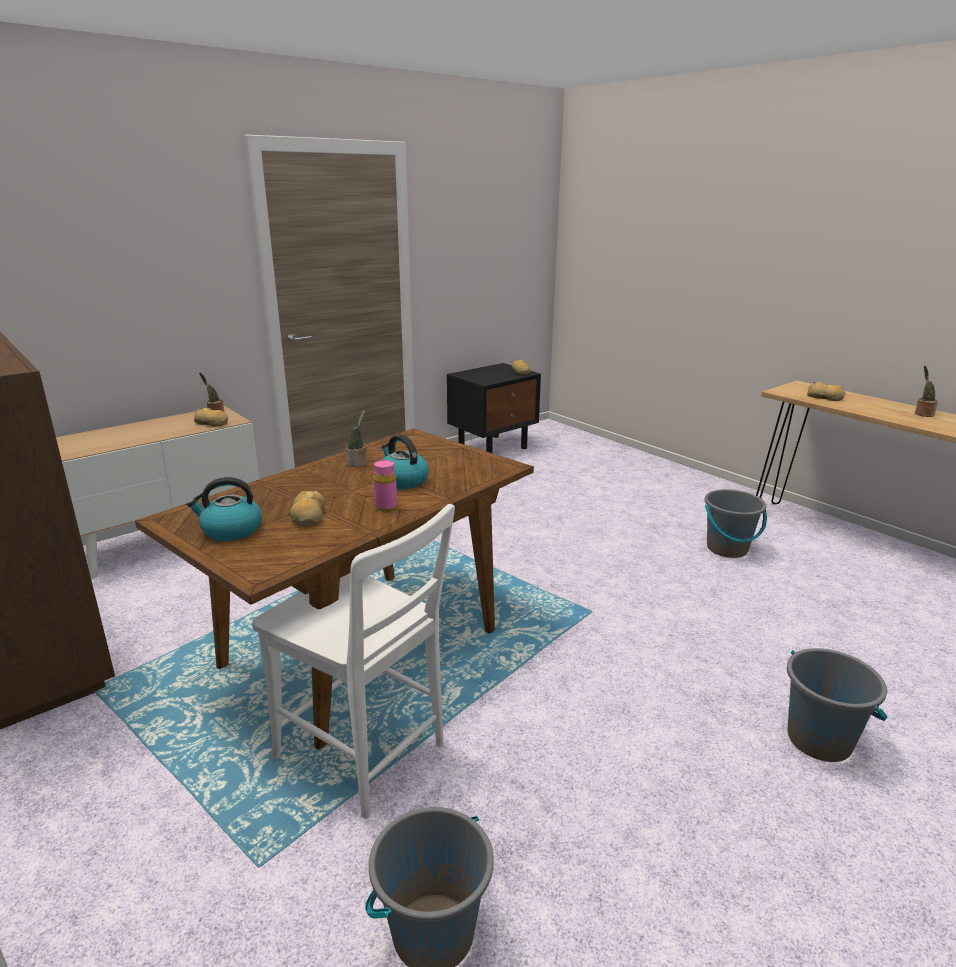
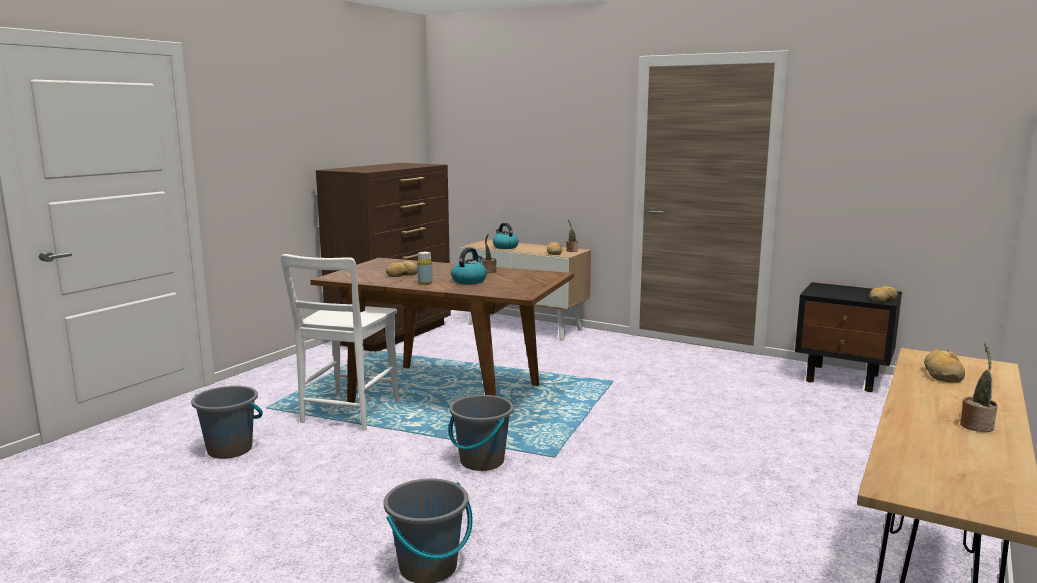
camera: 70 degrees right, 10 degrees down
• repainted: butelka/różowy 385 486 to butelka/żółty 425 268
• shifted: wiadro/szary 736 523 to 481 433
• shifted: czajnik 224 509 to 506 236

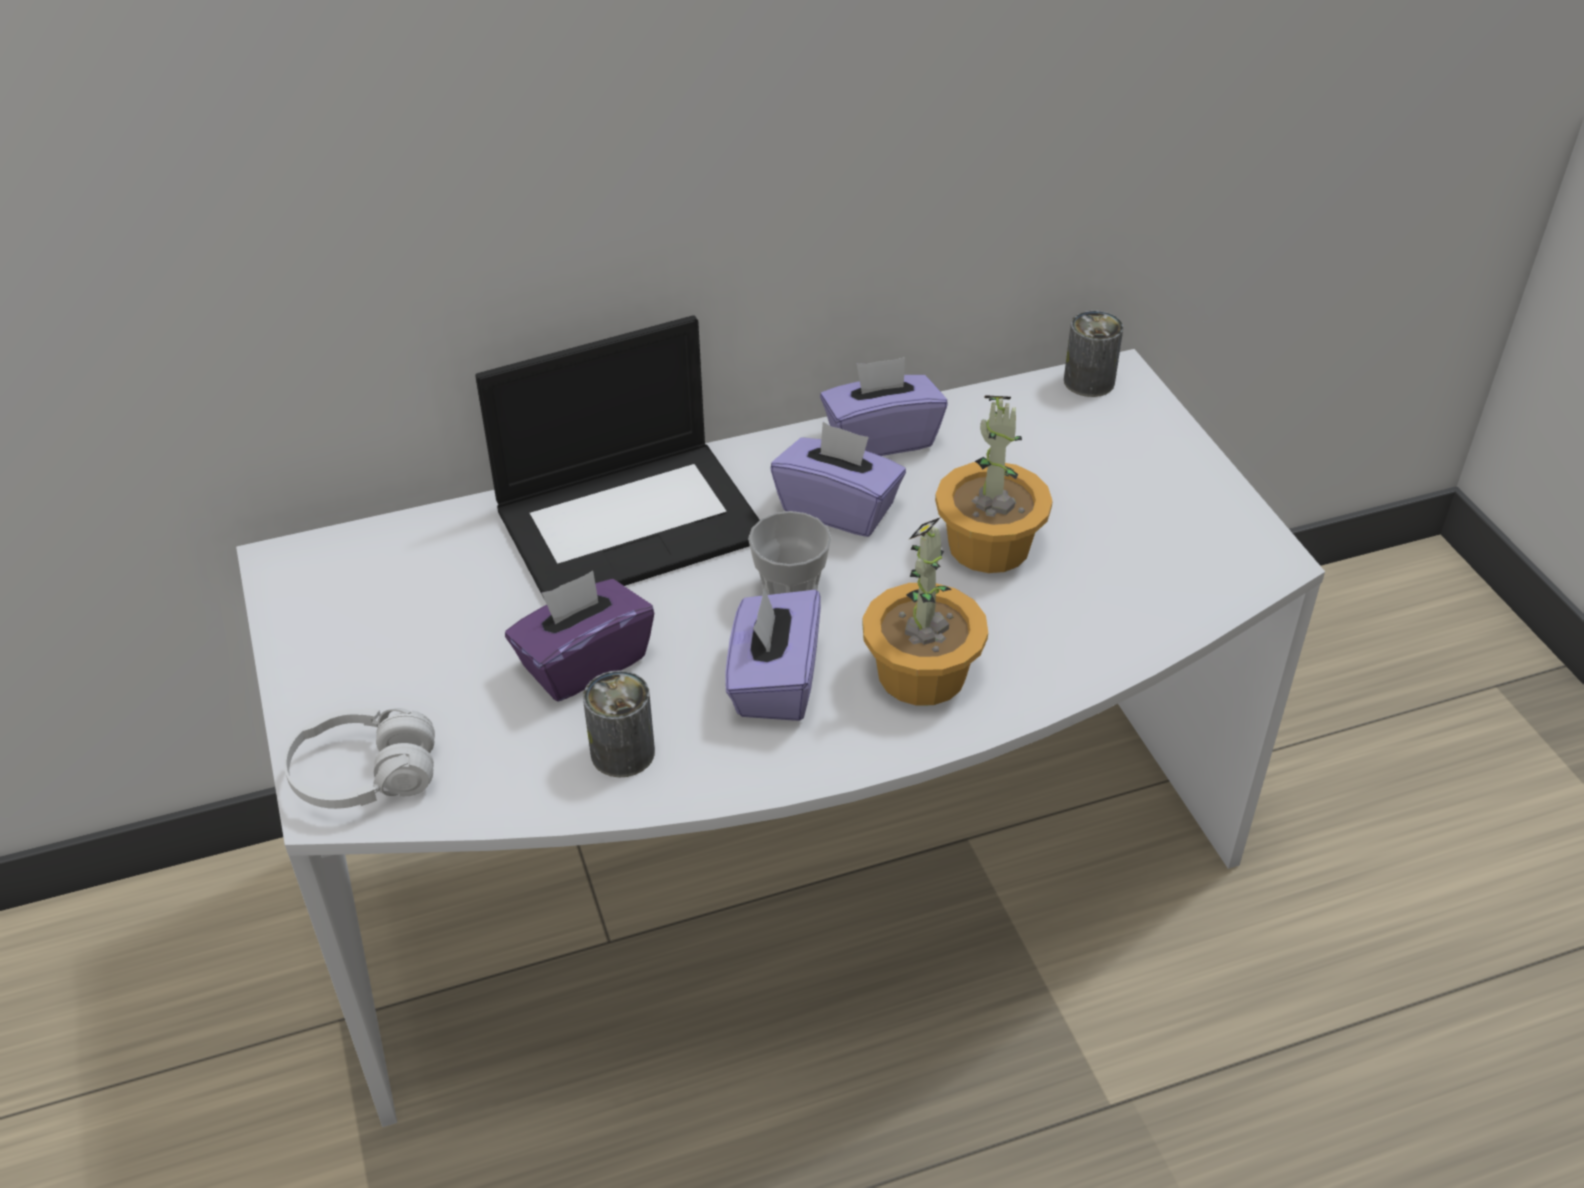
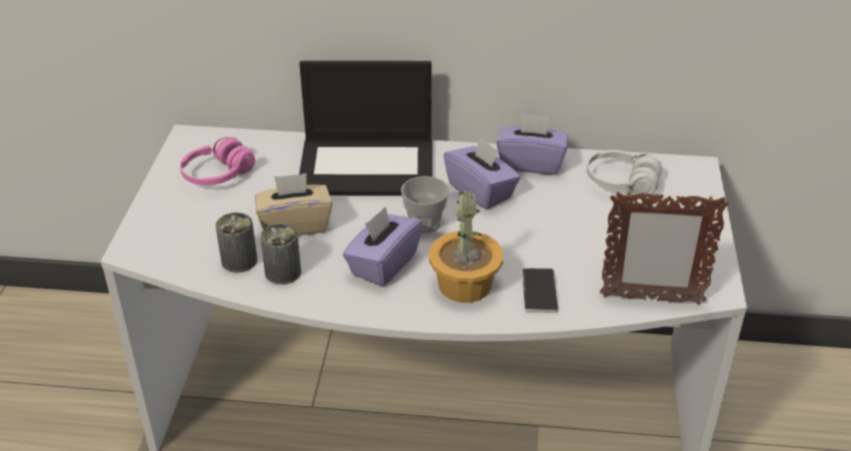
camera: 25 degrees right, 5 degrees down
• new: słuchawki/różowy 217 161
• shifted: puszka 1093 354 to 236 243
• repainted: pudełko chusteczek/fioletowy 579 636 to pudełko chusteczek/beżowy 293 204
• new: telefon 540 290
• shifted: słuchawki/biały 359 758 to 624 172
• new: ramka na zdjęcie 664 247
• gone: roślina doniczkowa 994 484

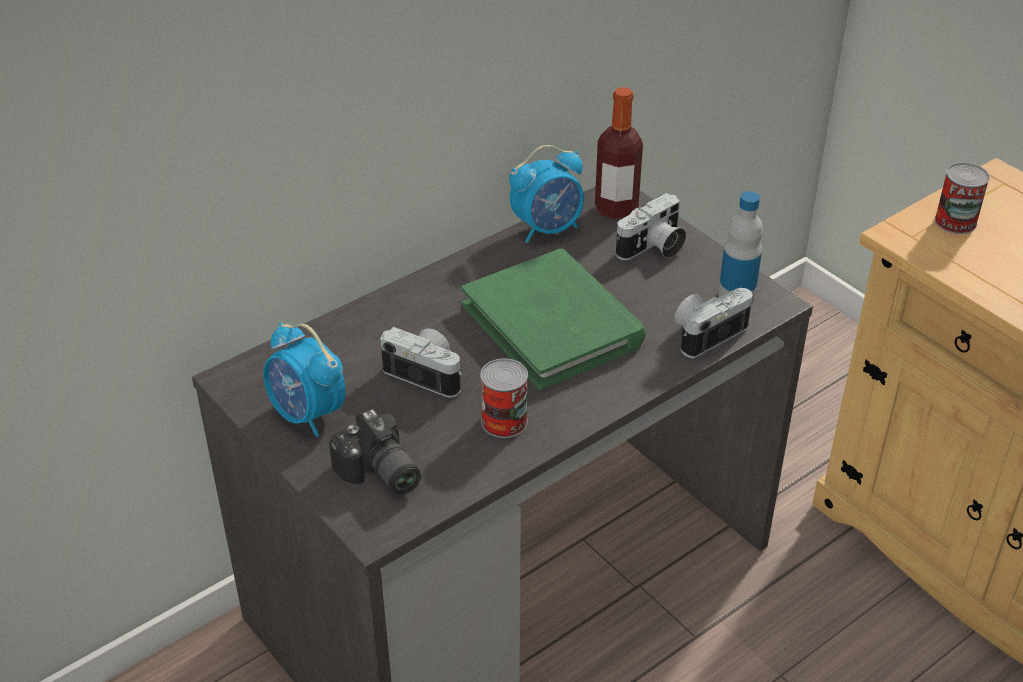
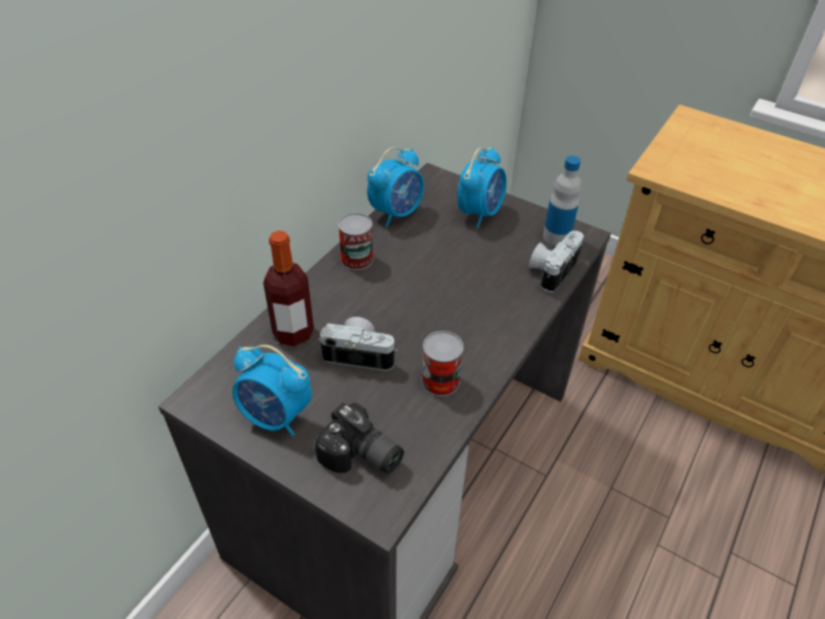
camera: 20 degrees left, 5 degrees up
• shifted: butelka 619 153 to 288 288
• shifted: puszka 962 198 to 355 241
• swapped: aparat fotograficzny 651 226 to budzik 481 187
• gone: książka/zielony 554 319

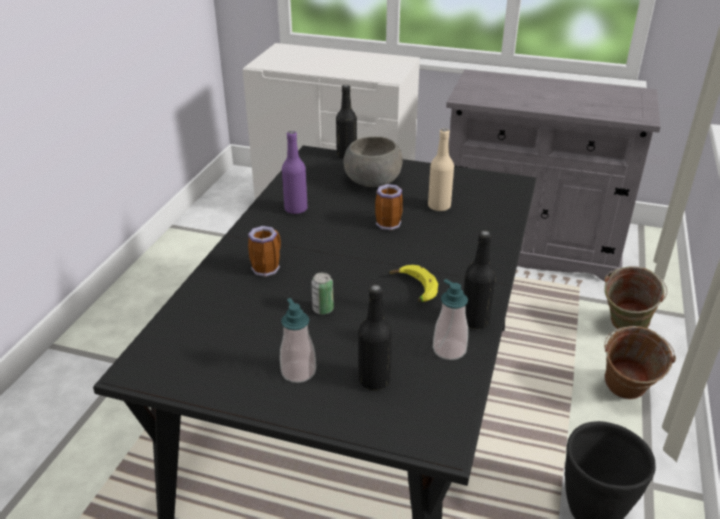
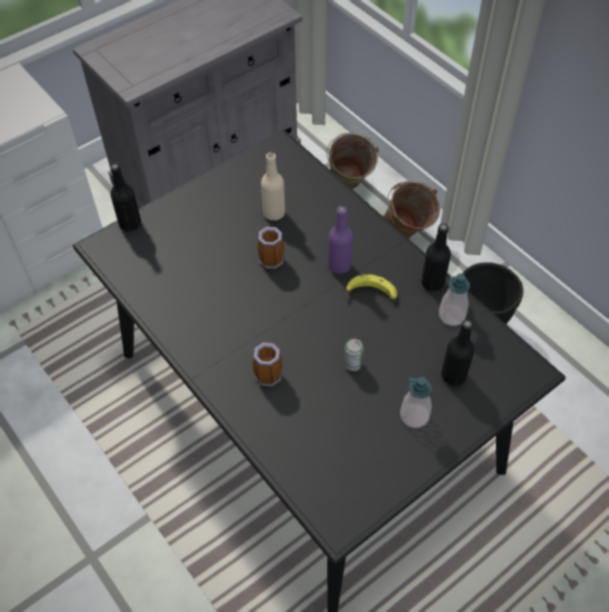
camera: 55 degrees left, 20 degrees up
• shifted: butelka/fioletowy 295 172 to 340 240
• gone: miska/szary 373 161

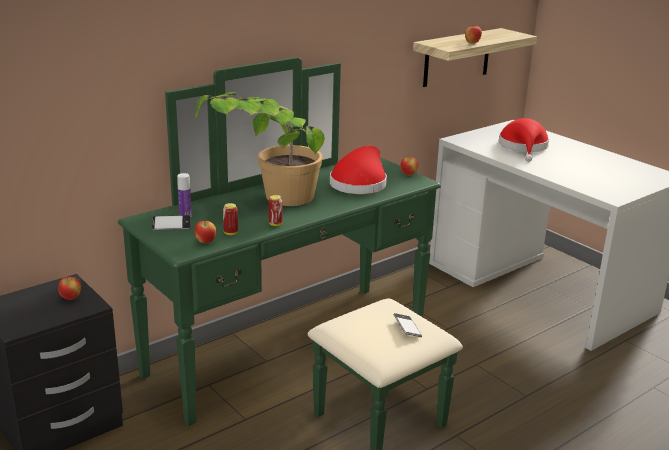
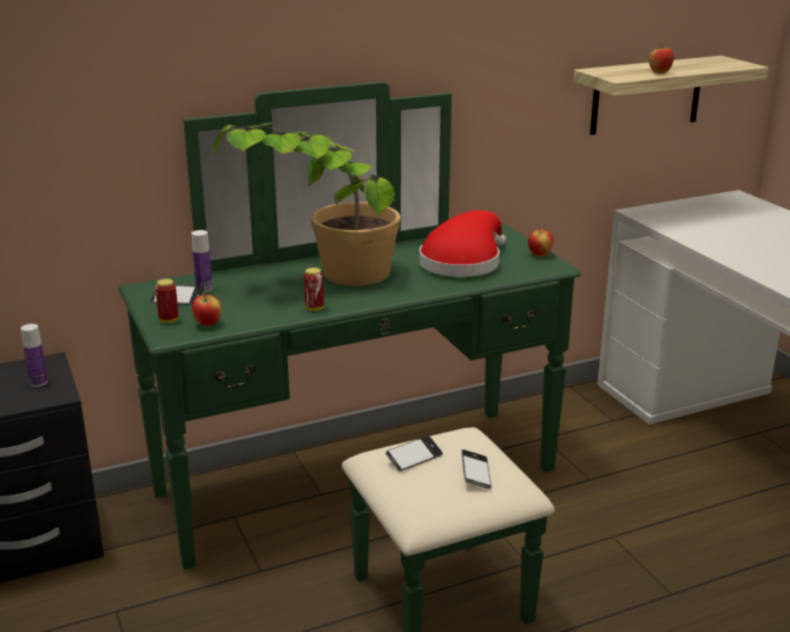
camera: 15 degrees right, 0 degrees up
• swapped: jabłko 69 288 to butelka 34 355
• shifted: puszka 230 219 to 167 301
• new: telefon 414 453
• gone: kapelusz/czerwony 524 140

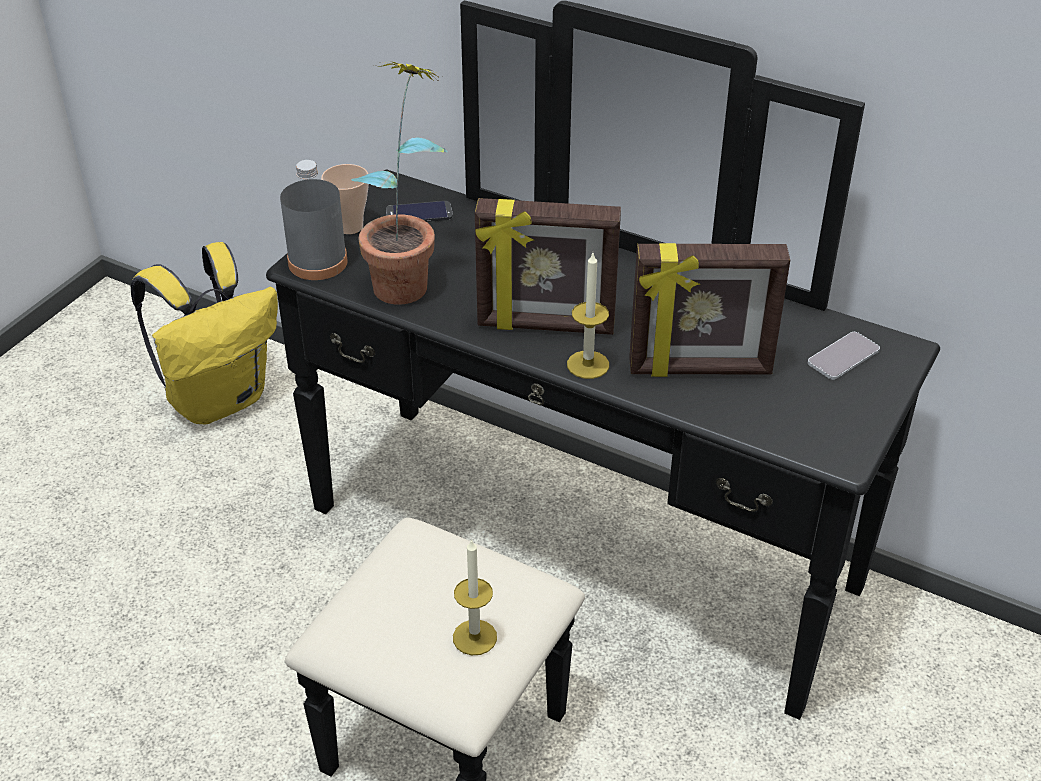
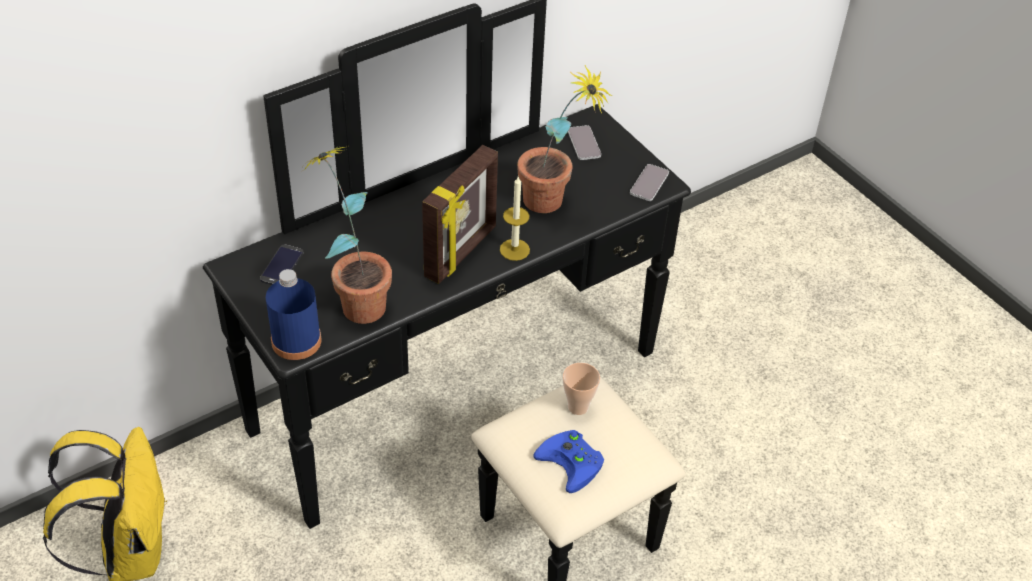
camera: 65 degrees left, 5 degrees up
• repainted: butelka/szary 314 220 to butelka/niebieski 293 314
• swapped: ramka na zdjęcie 709 310 to roślina doniczkowa 564 139
• new: pad do gier/niebieski 568 461
• shifted: filiżanka 345 199 to 581 389
• new: telefon 649 182
• gone: świeca 475 597

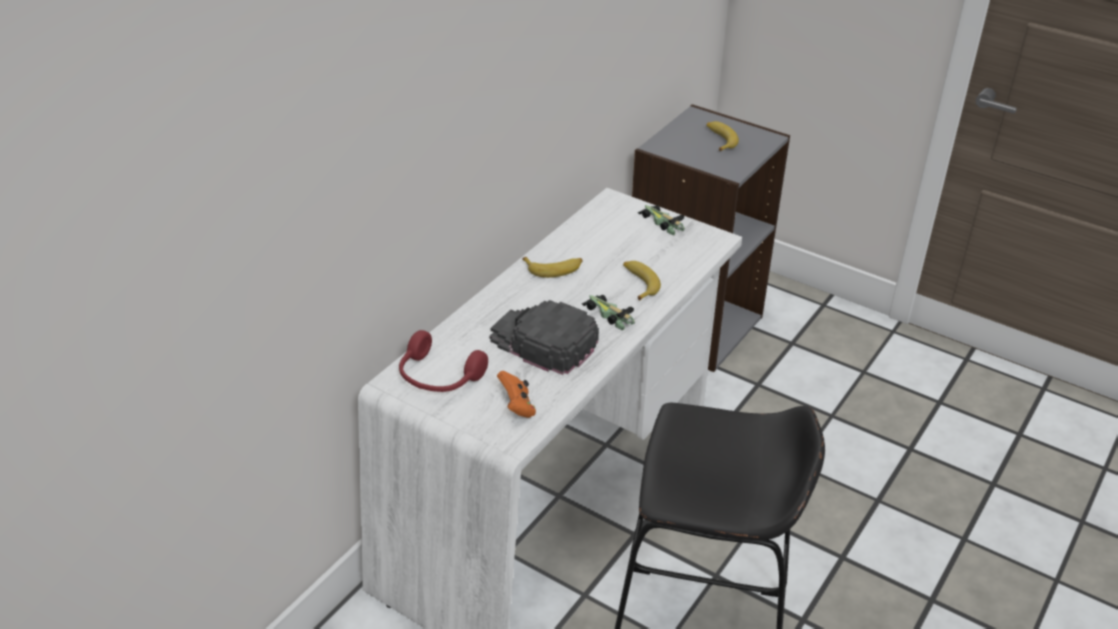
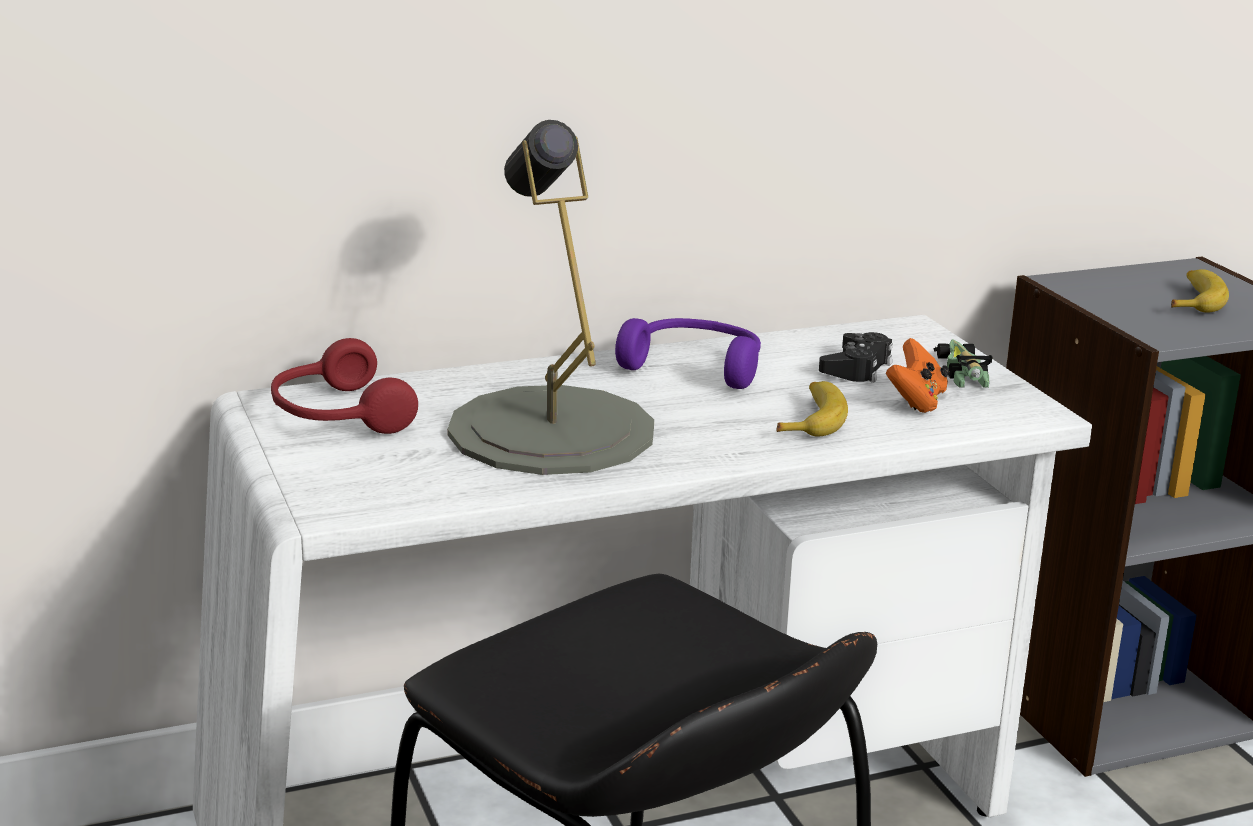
camera: 35 degrees right, 15 degrees down
• swapped: czapka z daszkiem/czarny 544 337 to lampa stołowa/szary 550 297
• swapped: banan 552 267 to słuchawki/fioletowy 688 353
• new: pad do gier/czarny 856 357
• shifted: pad do gier/pomarańczowy 516 394 to 918 375
• gone: samochodzik 608 312

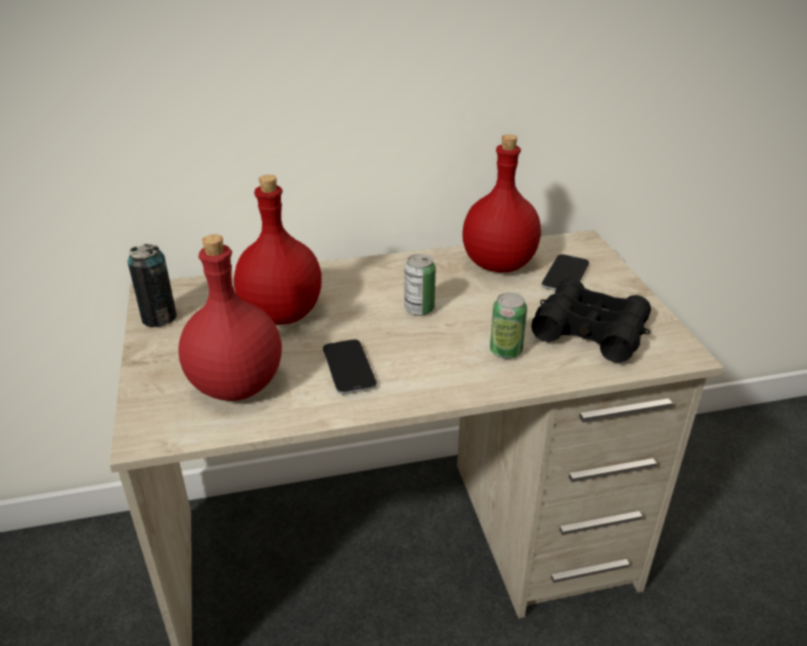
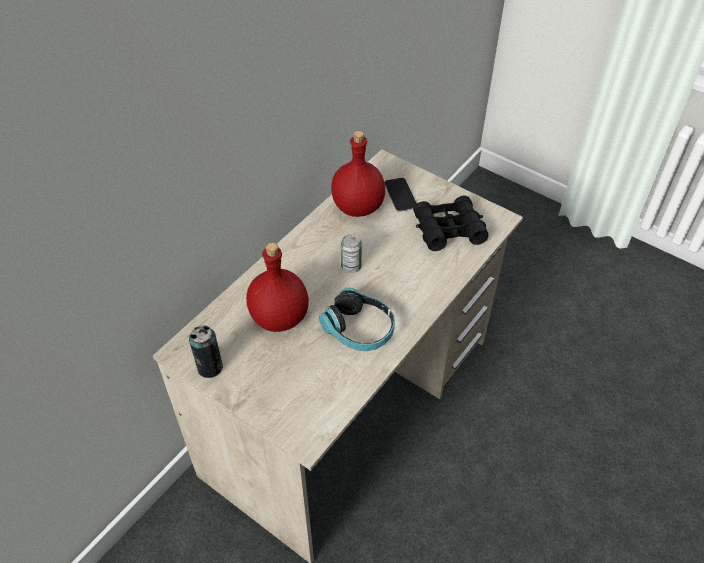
camera: 40 degrees left, 15 degrees up
• swapped: telefon 350 366 to słuchawki 357 319
• gone: butelka/czerwony 230 317
• gone: puszka 508 325

